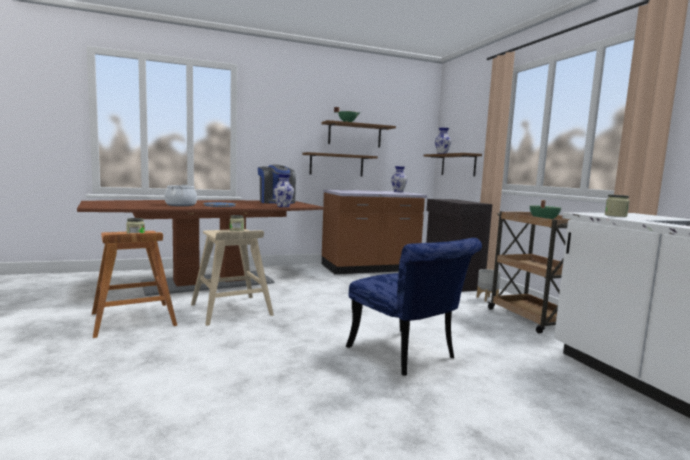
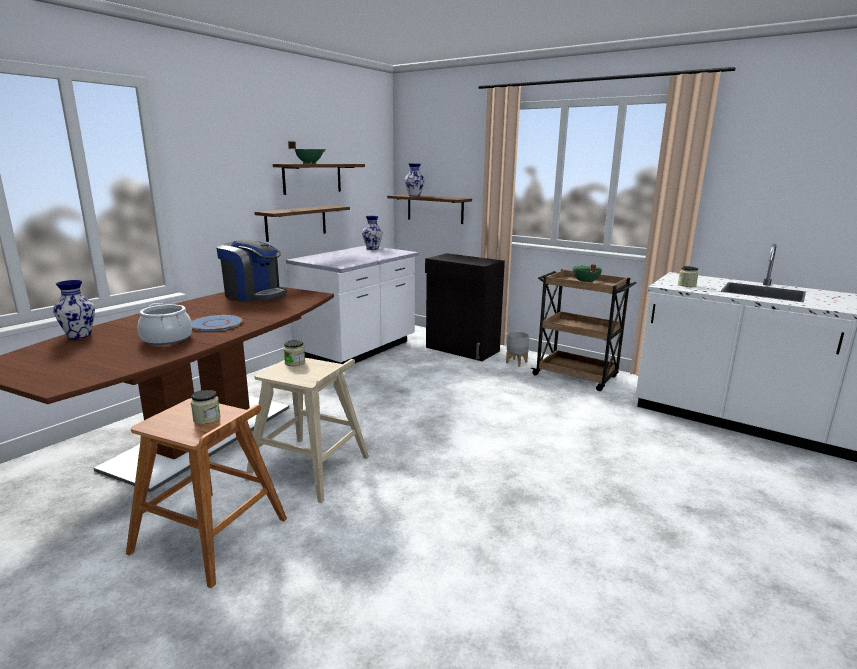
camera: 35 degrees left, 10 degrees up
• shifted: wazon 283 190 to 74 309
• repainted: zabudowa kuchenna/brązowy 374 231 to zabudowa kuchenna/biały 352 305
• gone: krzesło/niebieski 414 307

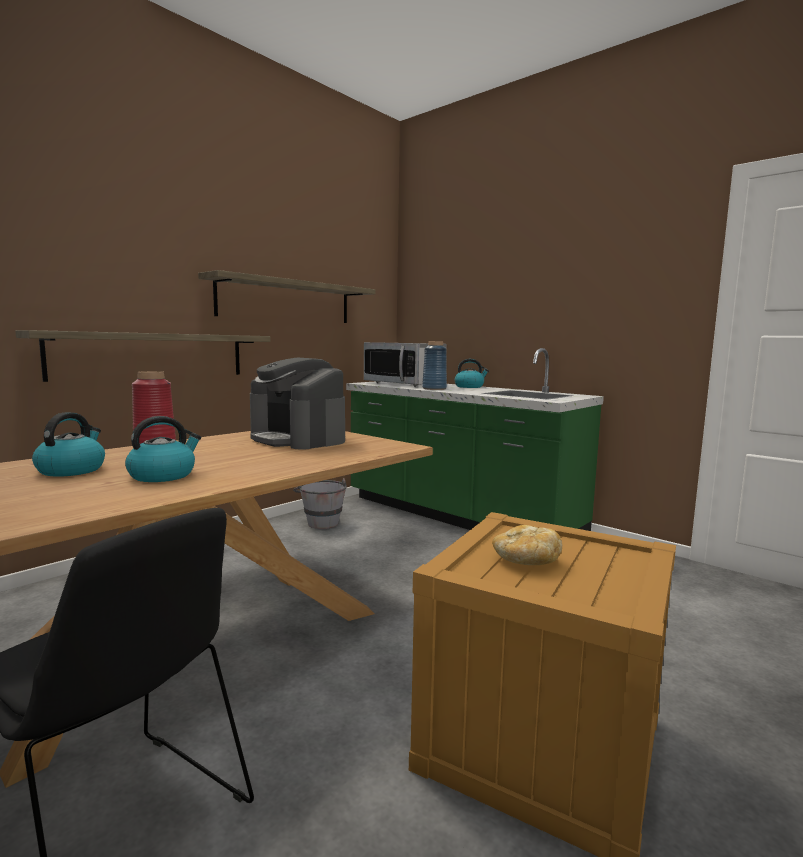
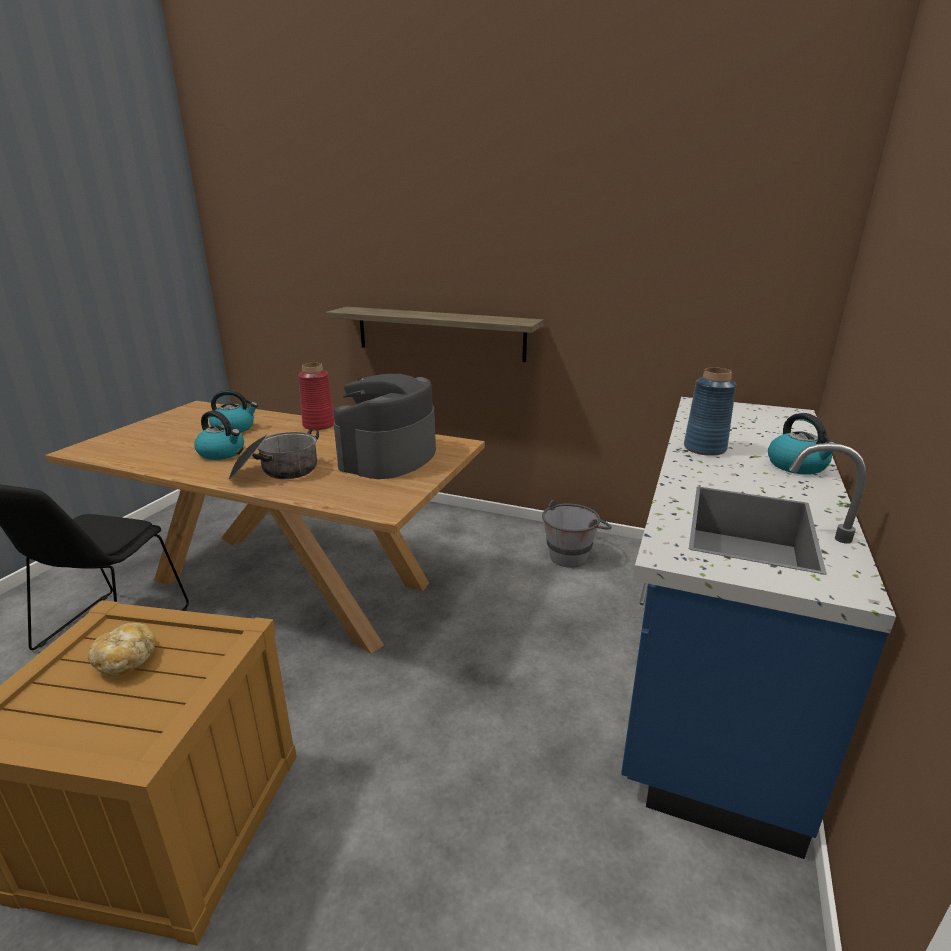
camera: 70 degrees right, 15 degrees up
• new: garnek 274 454
• repainted: zabudowa kuchenna/zielony 475 439 to zabudowa kuchenna/niebieski 758 628
• gone: półka 286 296
• gone: mikrofalówka 405 364

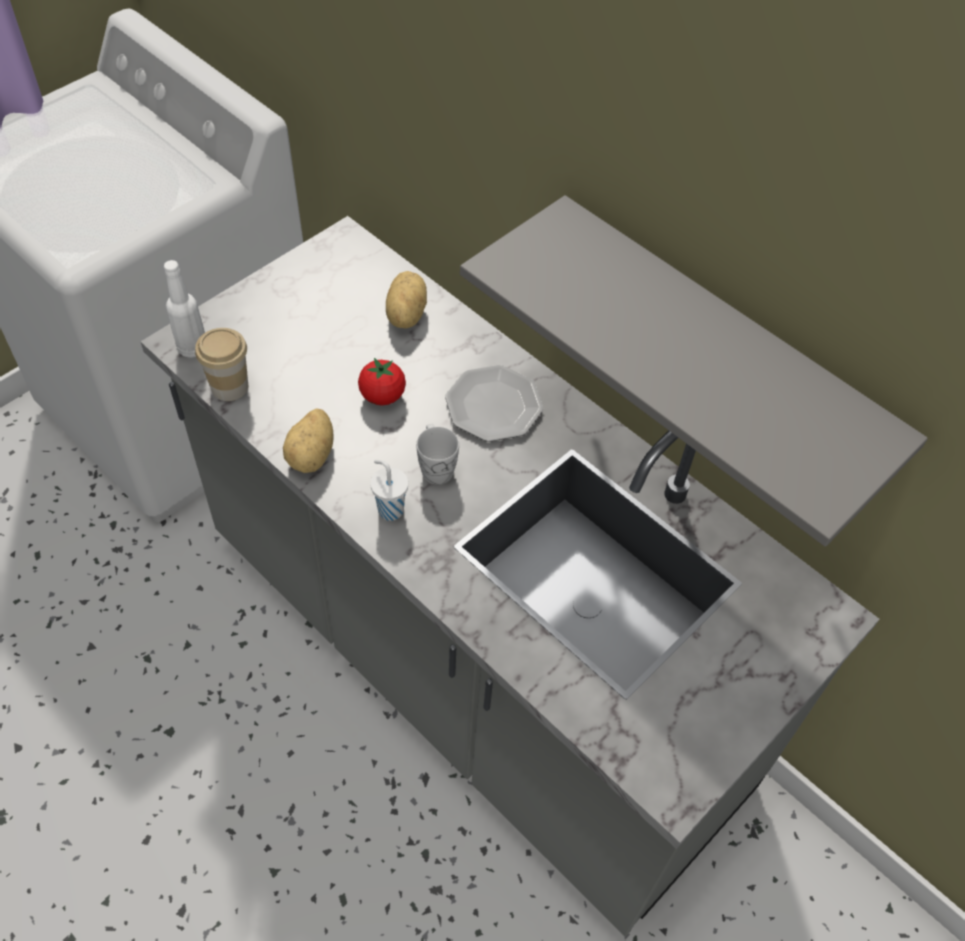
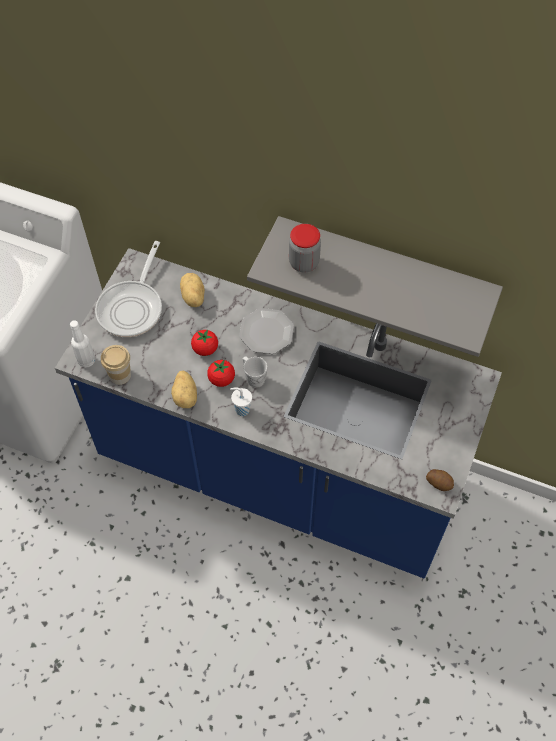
camera: 20 degrees left, 5 degrees up
• repainted: zabudowa kuchenna/szary 509 576 to zabudowa kuchenna/niebieski 278 413
• new: patelnia 128 289
• new: pomidor 221 373
• new: słoik 305 248
• new: ziemniak 440 480

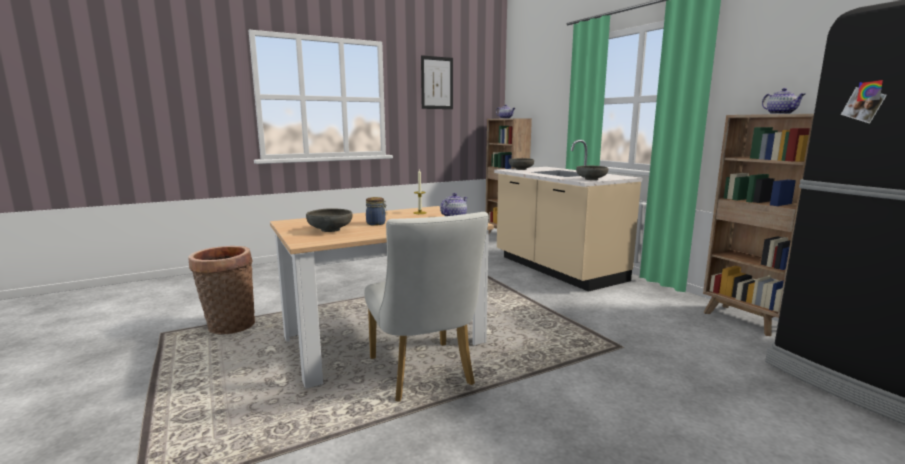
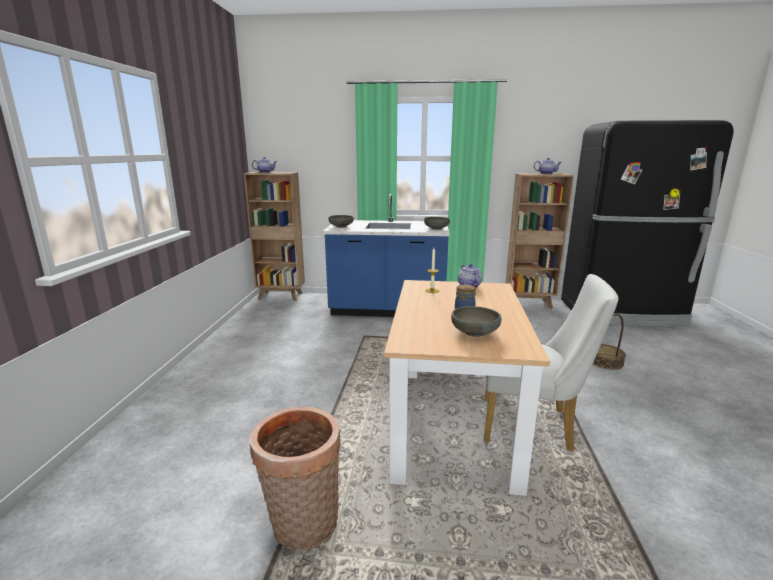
camera: 55 degrees left, 5 degrees up
• repainted: zabudowa kuchenna/beżowy 568 216 to zabudowa kuchenna/niebieski 386 255
• new: koszyk 609 342
• gone: obraz 437 82

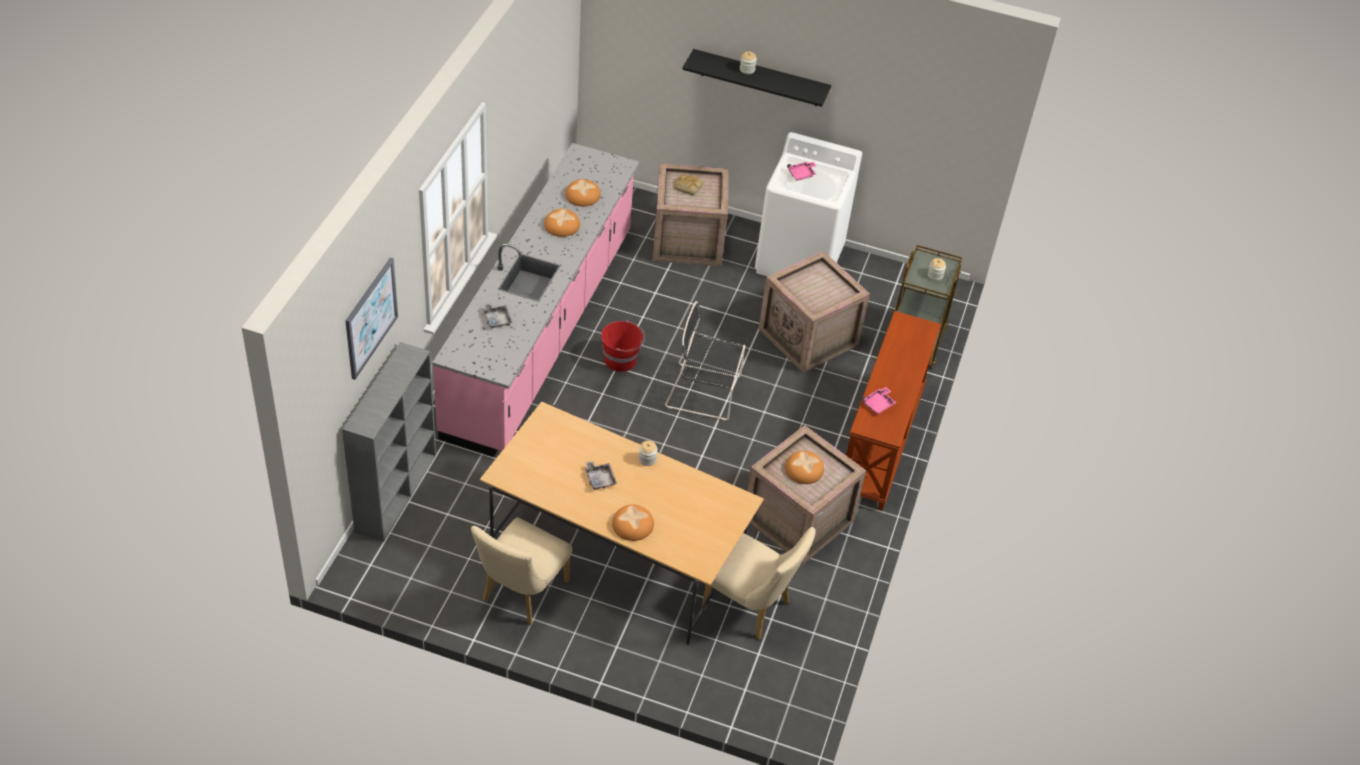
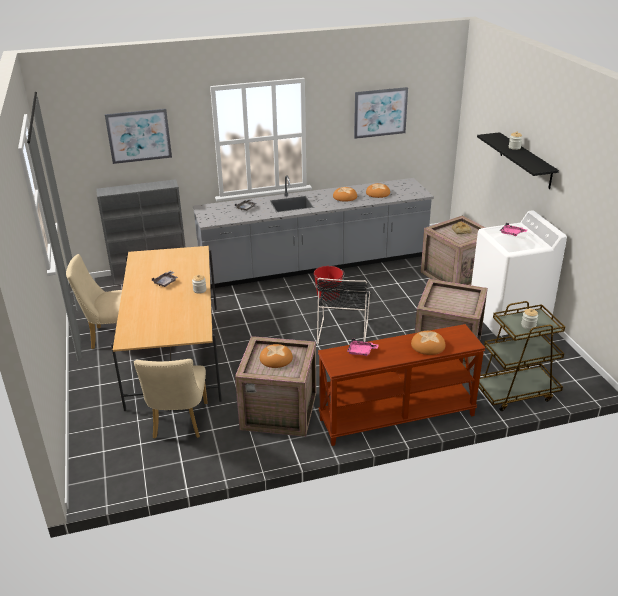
camera: 60 degrees right, 15 degrees down
• repainted: zabudowa kuchenna/różowy 535 300 to zabudowa kuchenna/szary 313 232
• rotated: krzesło/czarny 705 361 = 343 311 150 degrees counterclockwise
• new: obraz 381 113
• shifted: chleb 633 522 to 428 343

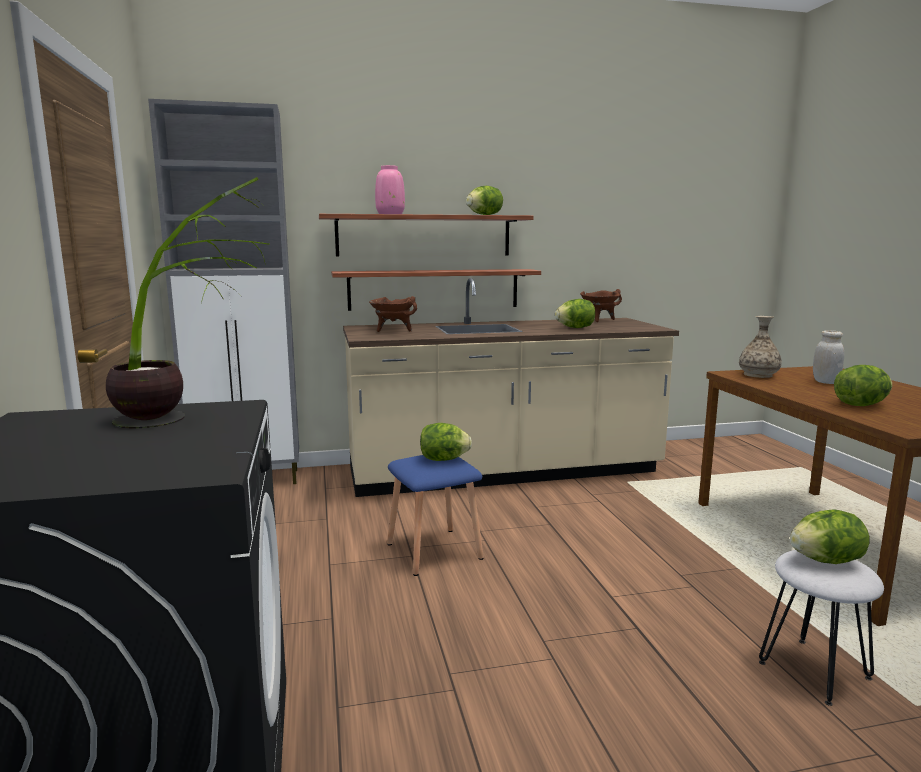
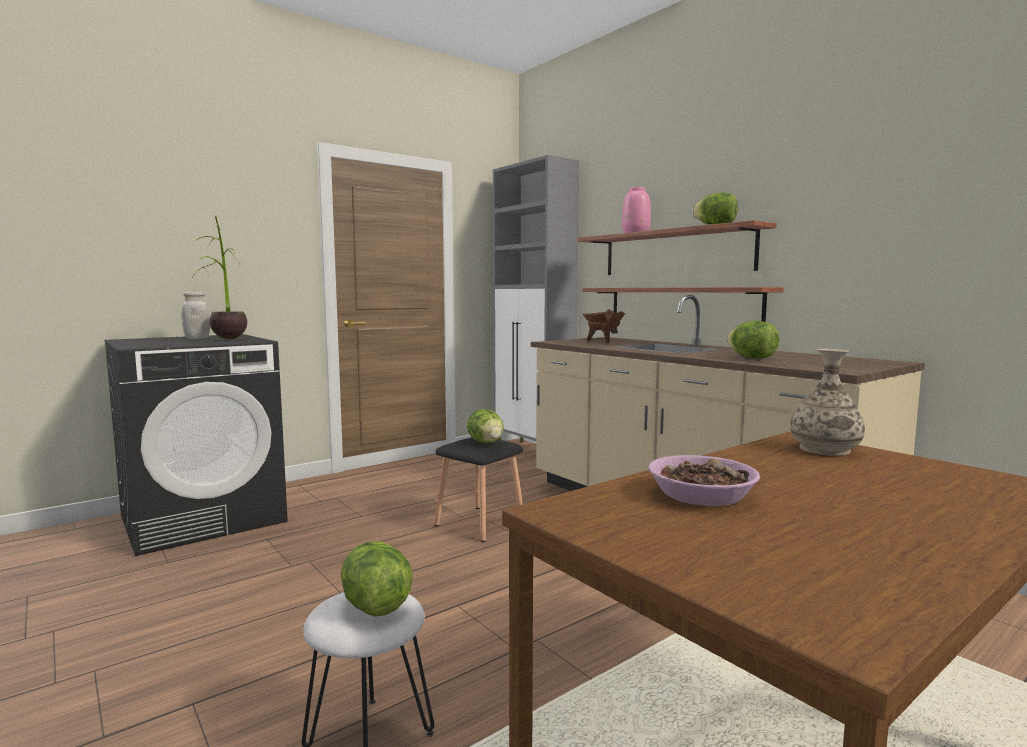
camera: 65 degrees right, 5 degrees down
• shifted: słoik/biały 828 357 to 195 315
• repainted: stołek/niebieski 435 515 to stołek/czarny 478 489
• swapped: sałata 863 385 to miska 704 480
• gone: garnek/brązowy 601 305

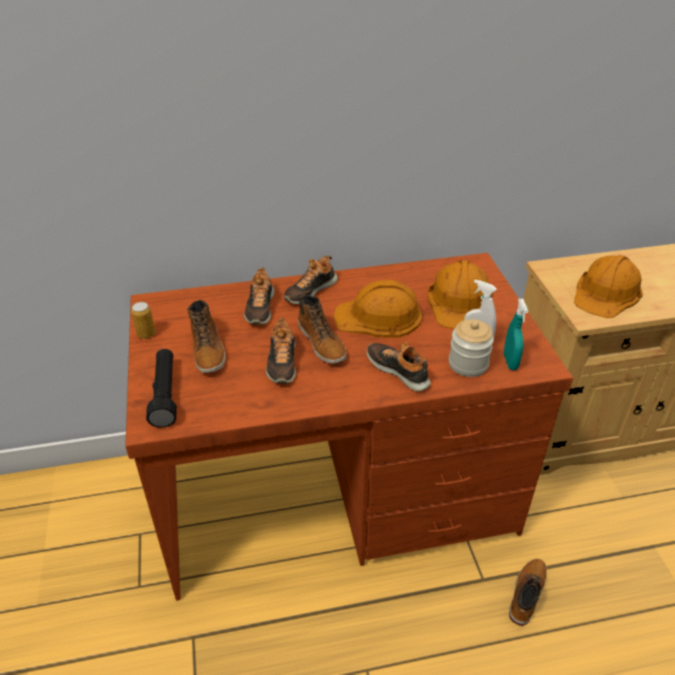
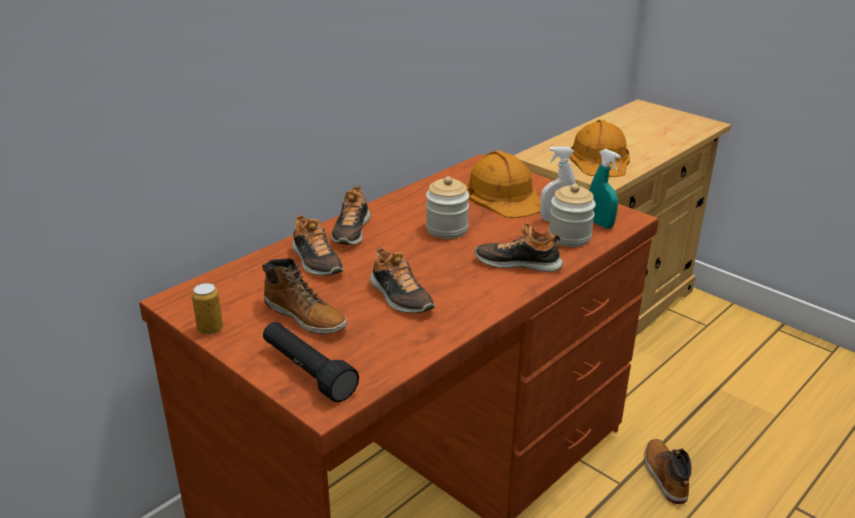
camera: 35 degrees left, 10 degrees down
• swapped: kask/pomarańczowy 378 308 to słoik 447 207
• gone: but z cholewką 322 329

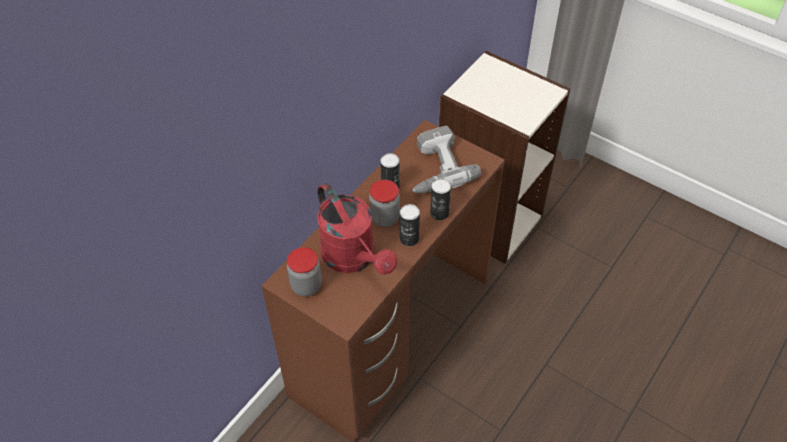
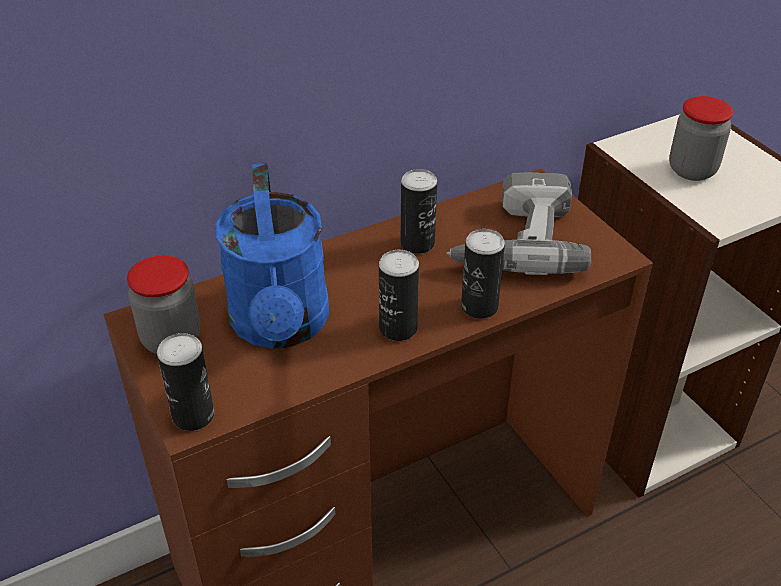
camera: 25 degrees right, 10 degrees down
• new: puszka 185 382
• repainted: konewka/czerwony 357 229 to konewka/niebieski 272 256
• shifted: słoik 384 203 to 701 138

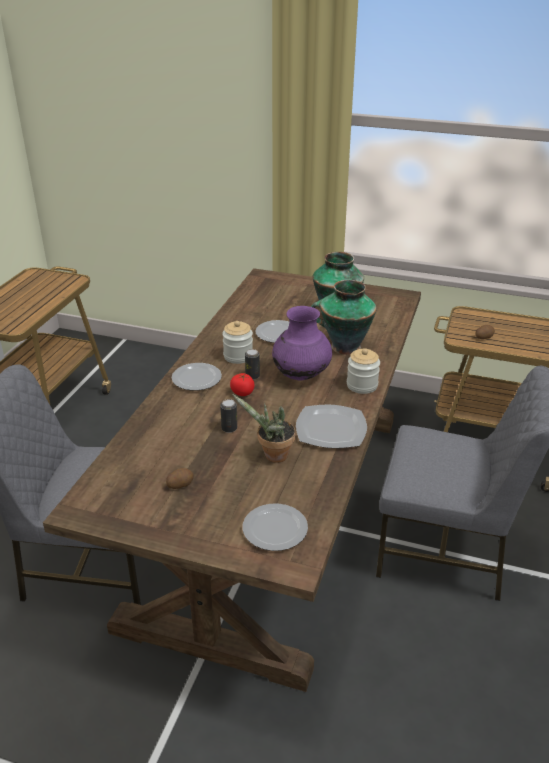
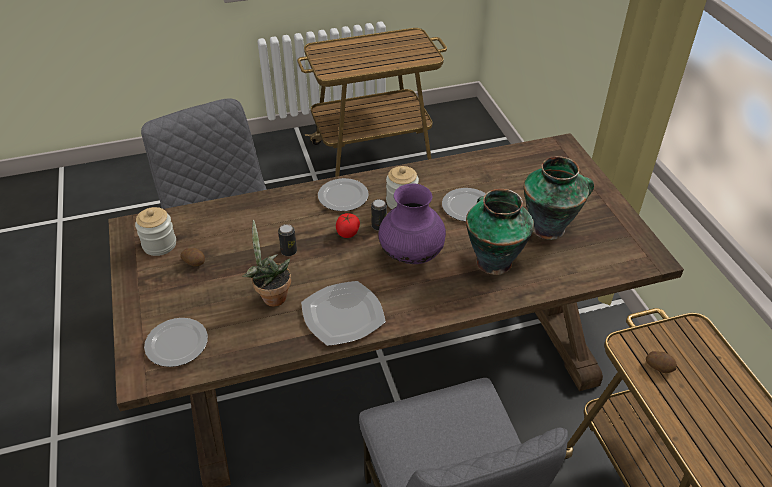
camera: 55 degrees right, 10 degrees up
• shifted: słoik 363 371 to 155 231

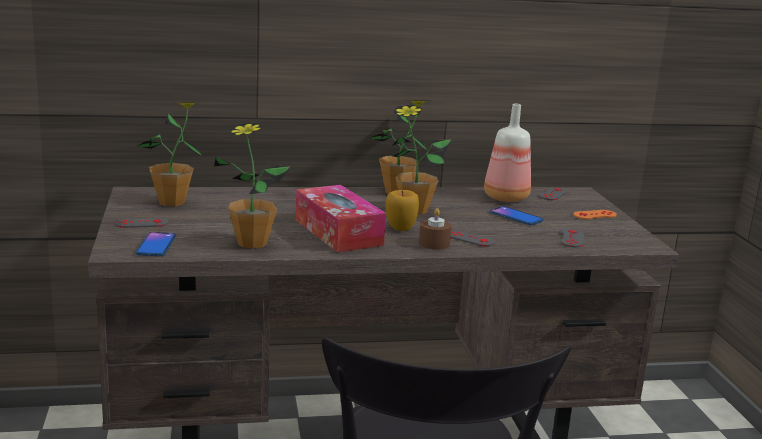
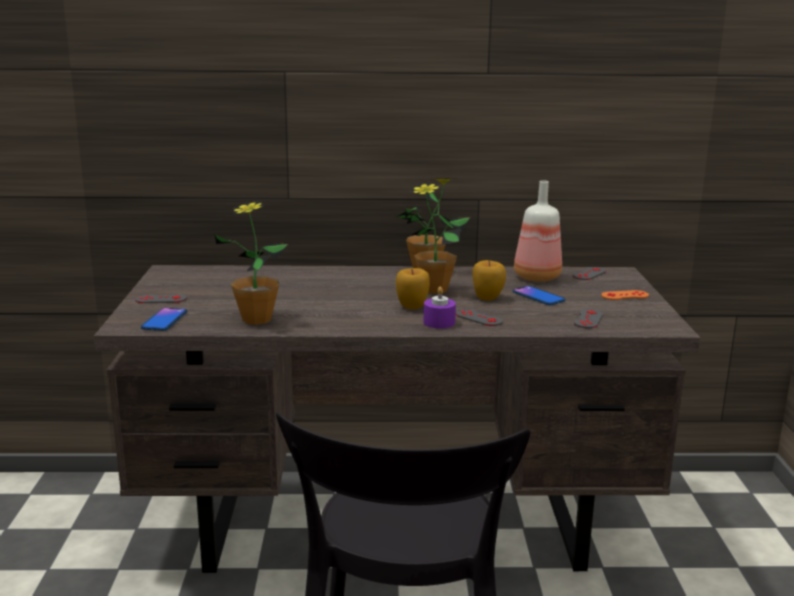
camera: 10 degrees right, 0 degrees up
• repainted: świeca/brązowy 435 229 to świeca/fioletowy 440 307
• new: jabłko 489 280
• gone: roślina doniczkowa 169 154
• gone: pudełko chusteczek 340 218

